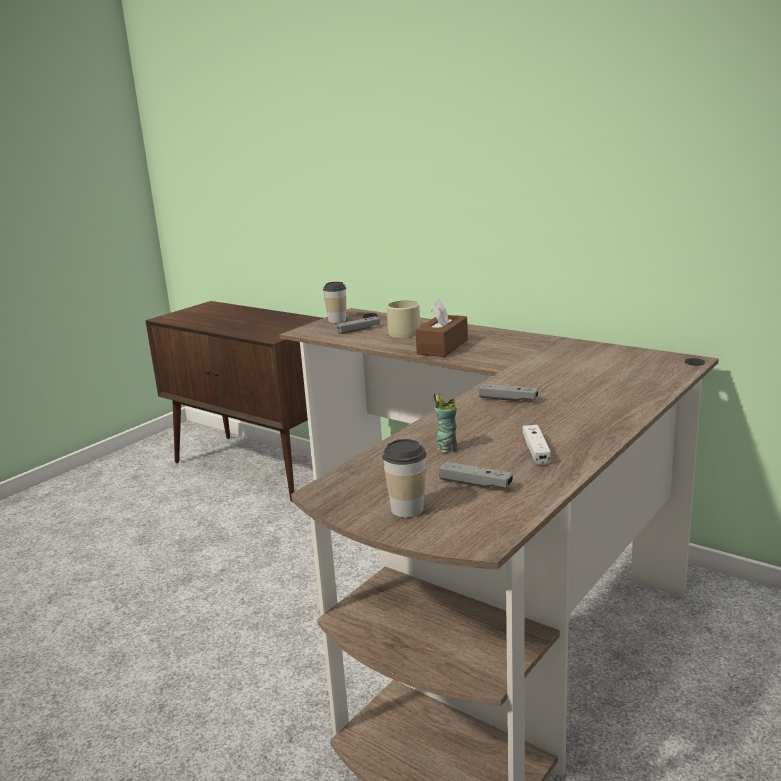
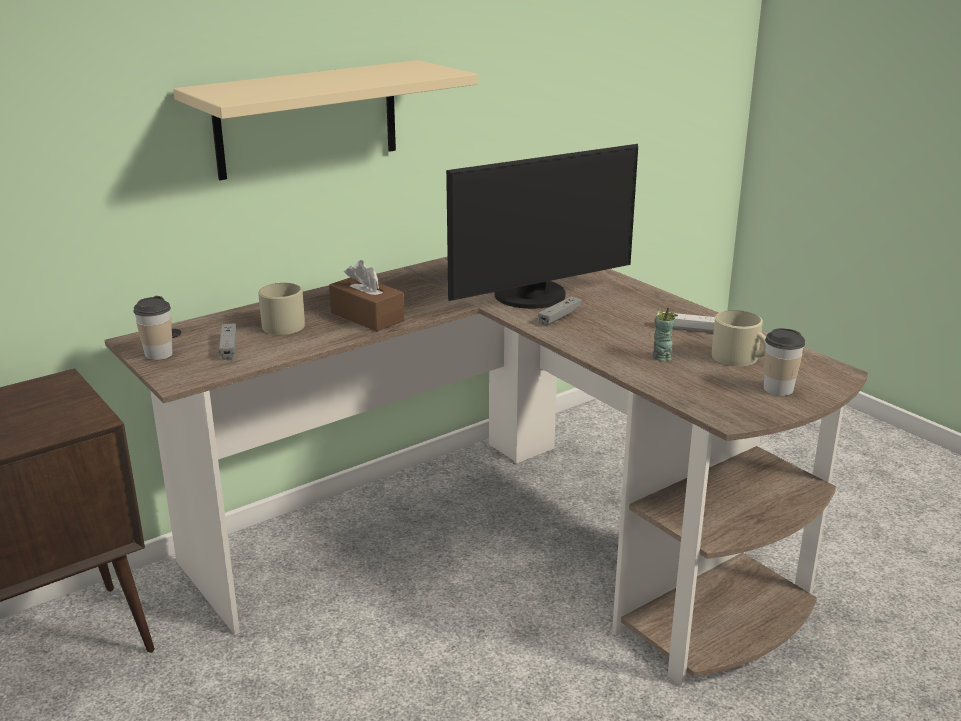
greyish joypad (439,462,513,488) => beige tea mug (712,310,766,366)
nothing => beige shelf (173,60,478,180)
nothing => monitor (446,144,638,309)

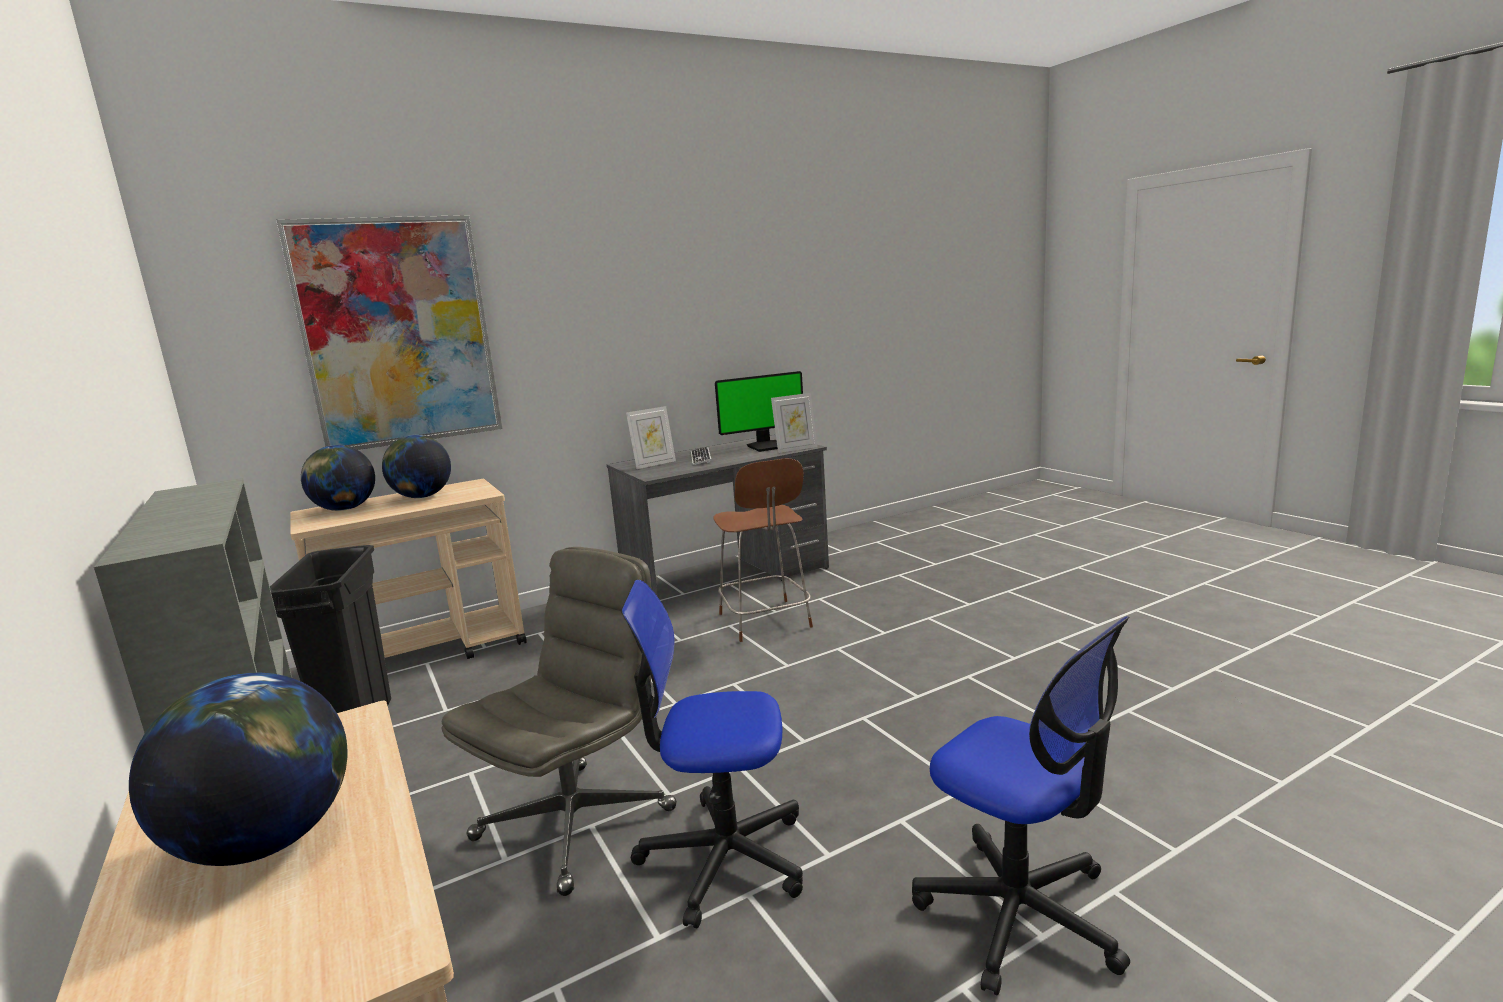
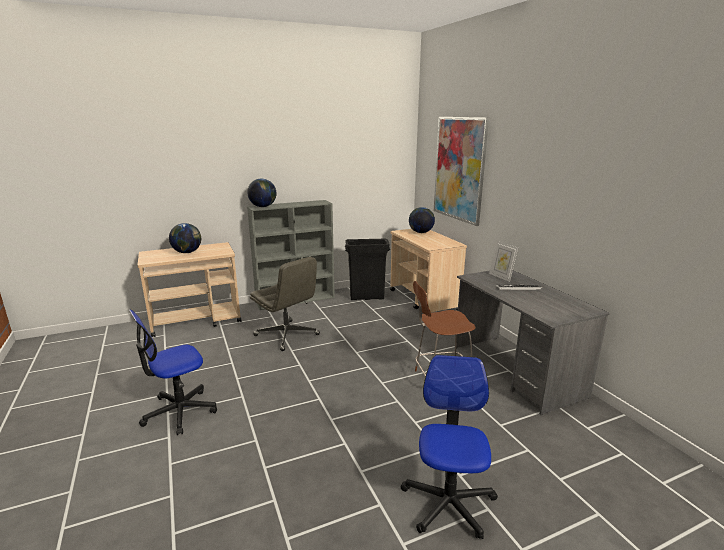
monitor (715,371,803,452) => nothing
standing frame (771,393,817,453) => nothing
world globe (382,435,451,498) => world globe (247,179,276,207), relocated
desk chair (621,580,803,929) => desk chair (401,355,498,539), relocated

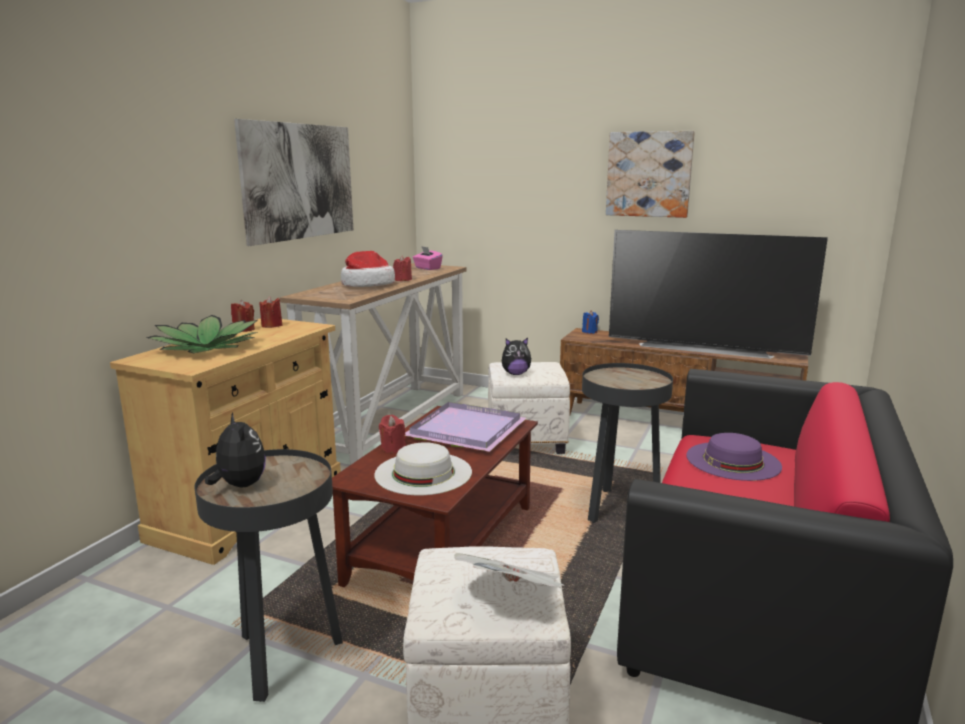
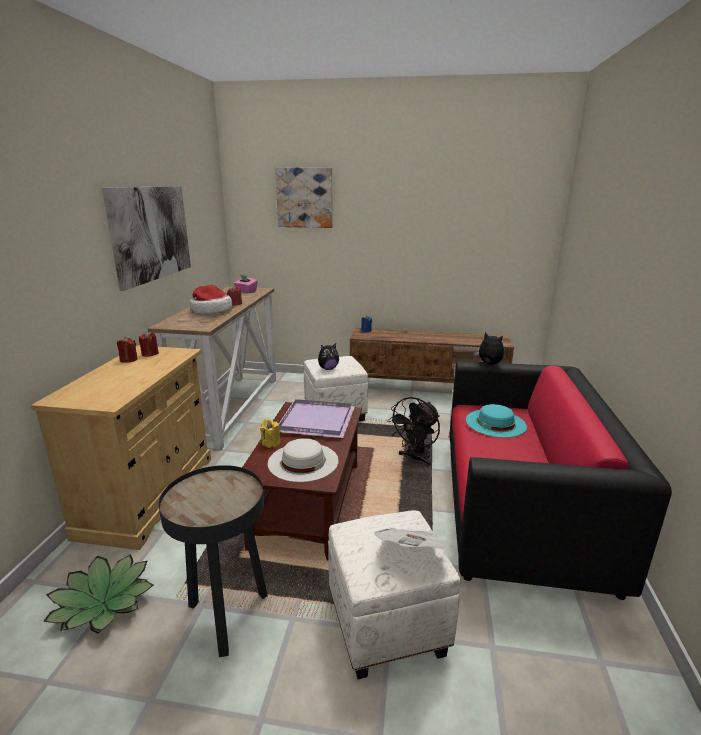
picture (606,131,695,218) => picture (275,168,333,228), relocated
TV set (609,230,828,359) => nothing
plant in a pot (146,315,258,353) => plant in a pot (43,554,153,634), relocated
black end table (582,363,673,523) => black cooling fan (387,397,440,466)
soft toy (205,413,266,487) => soft toy (474,332,504,365), relocated
reddish candle (379,415,406,453) => yellow-coloured candle (260,419,280,448)
purplish clothing hat (686,433,782,481) => blue-green clothing hat (466,404,527,438)

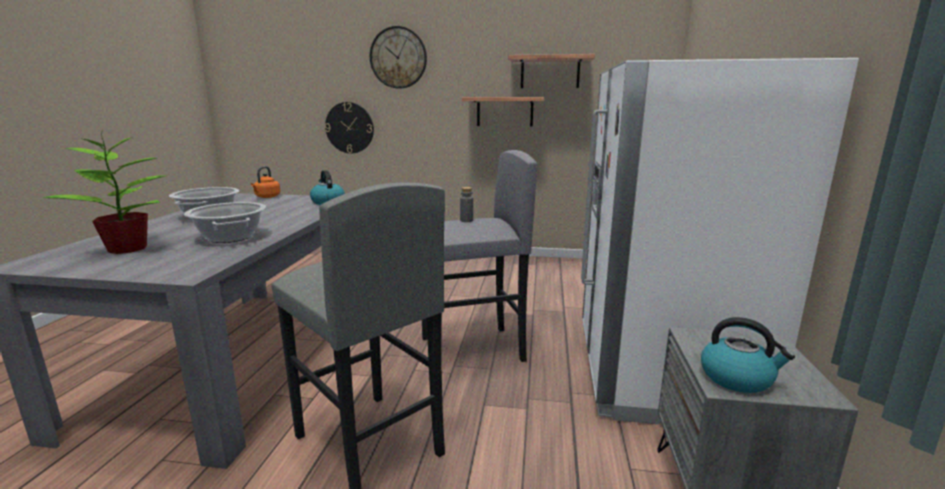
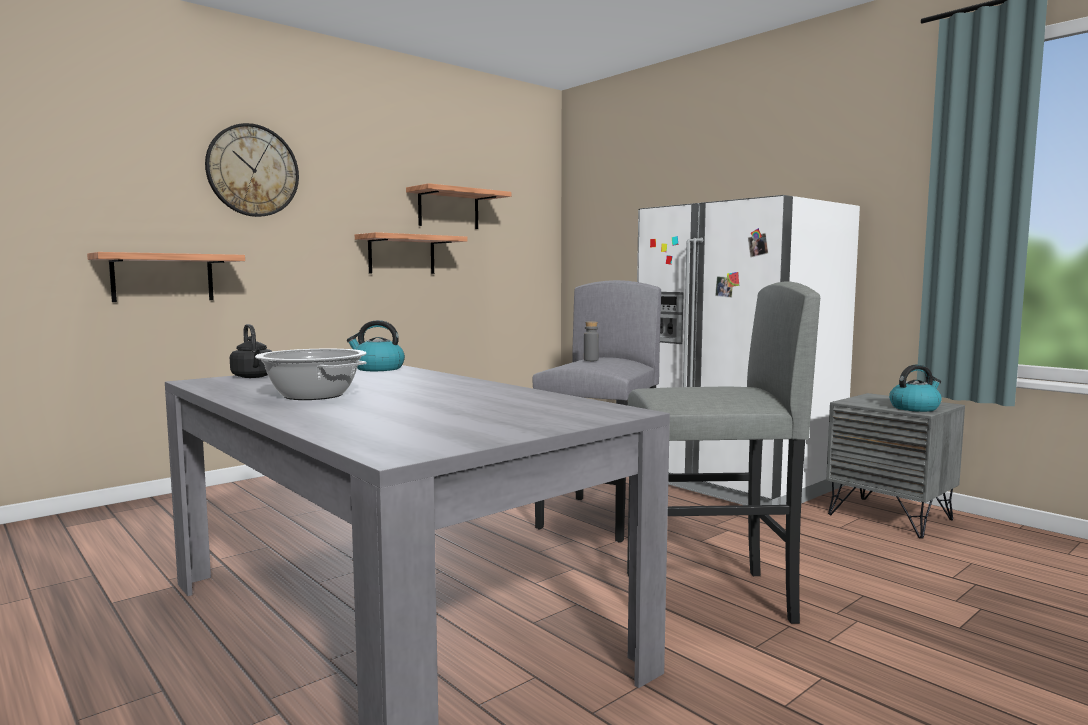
hanging clock (325,102,374,153) => shelf (87,252,245,302)
plant in a pot (43,133,167,254) => nothing
orange tea kettle (251,166,280,198) => black tea kettle (230,324,273,378)
stockpot (184,202,266,243) => nothing

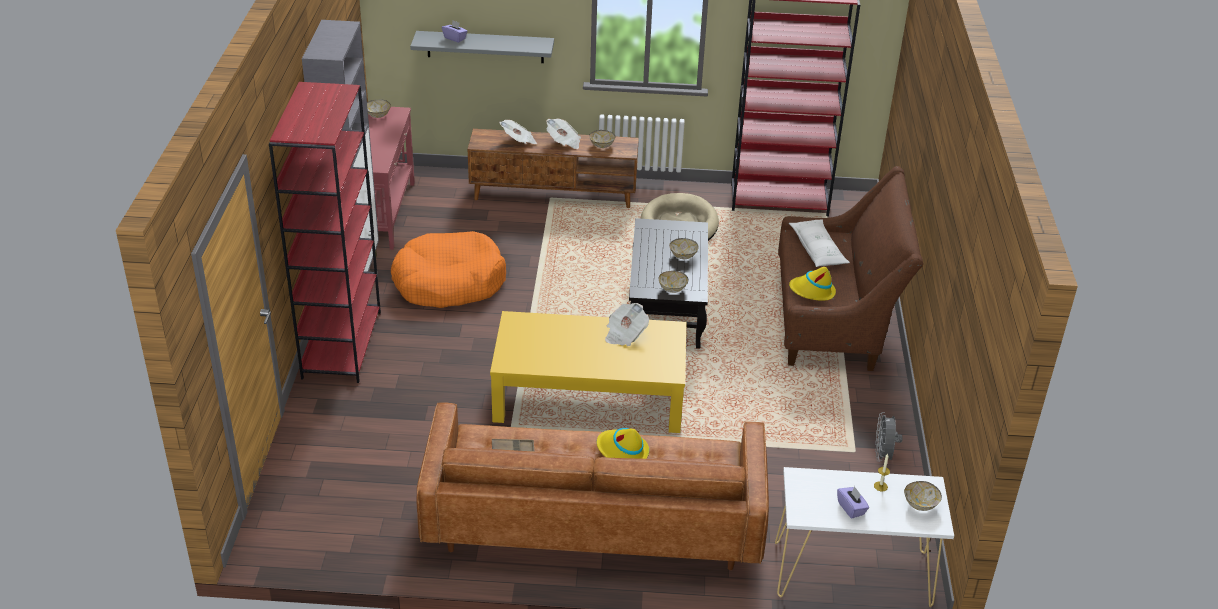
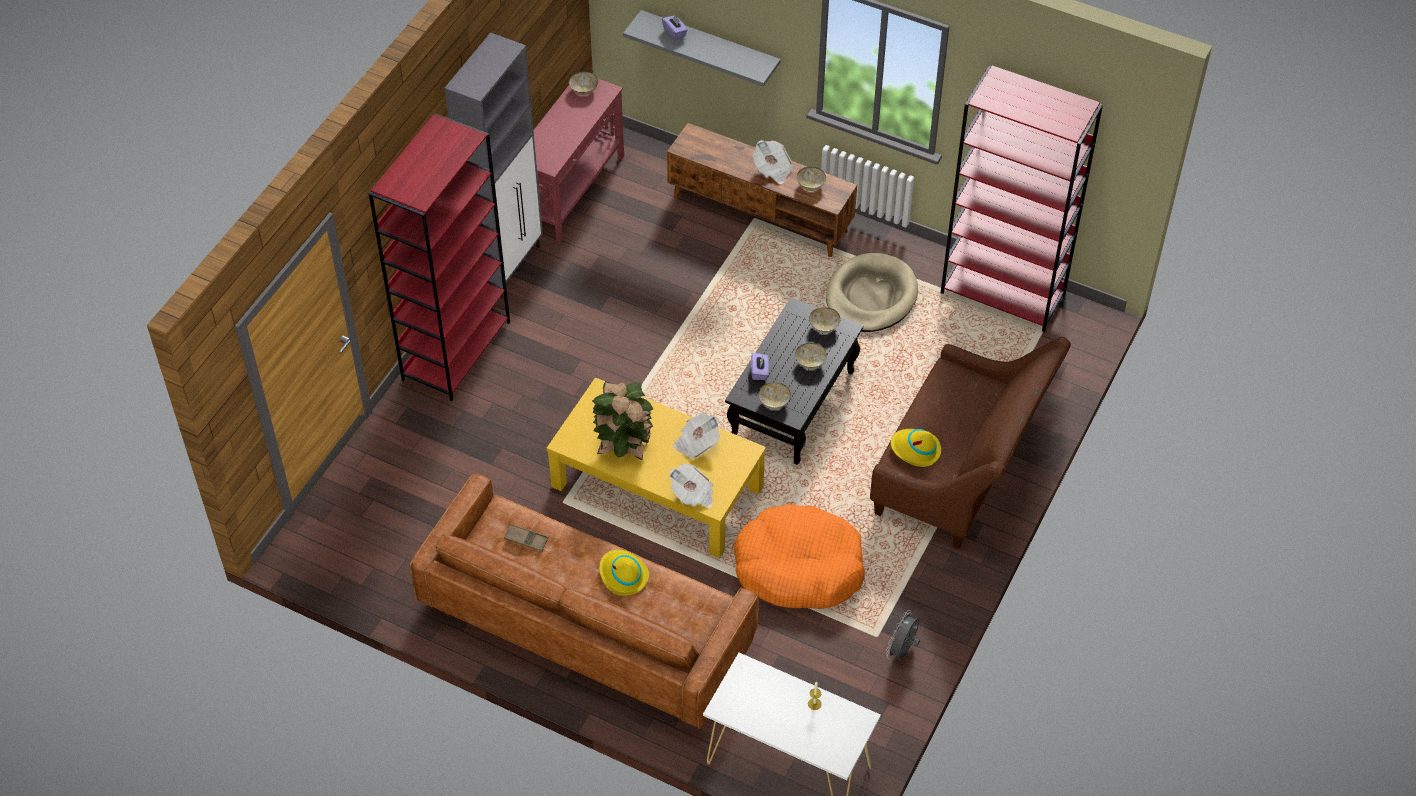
daily paper (499,120,537,144) => daily paper (669,464,713,508), relocated
whitish pillow (789,219,850,267) => nothing
orange pet bed (391,231,506,308) => orange pet bed (733,504,865,609), relocated
bowl (904,481,942,511) => bowl (809,307,840,333), relocated
purplish tissue box (837,486,869,519) => purplish tissue box (751,353,769,380), relocated
nothing => plant in a pot (592,381,653,460)

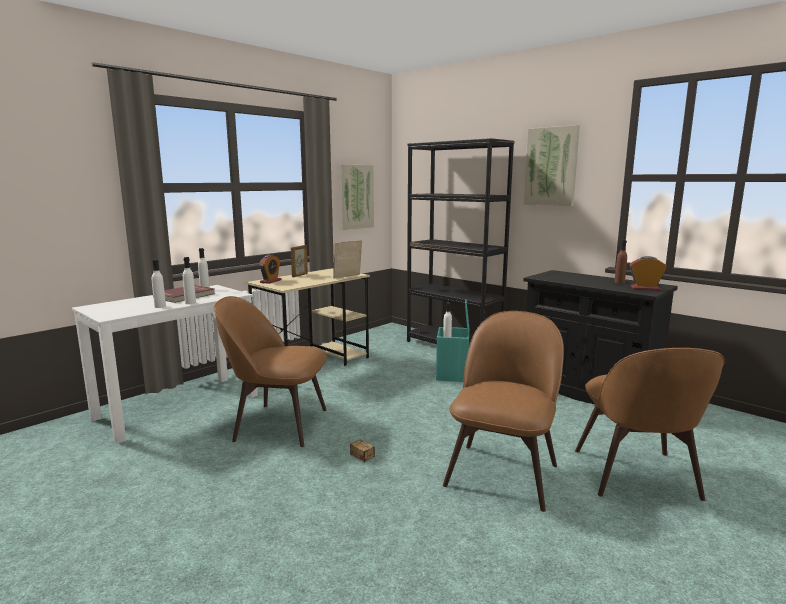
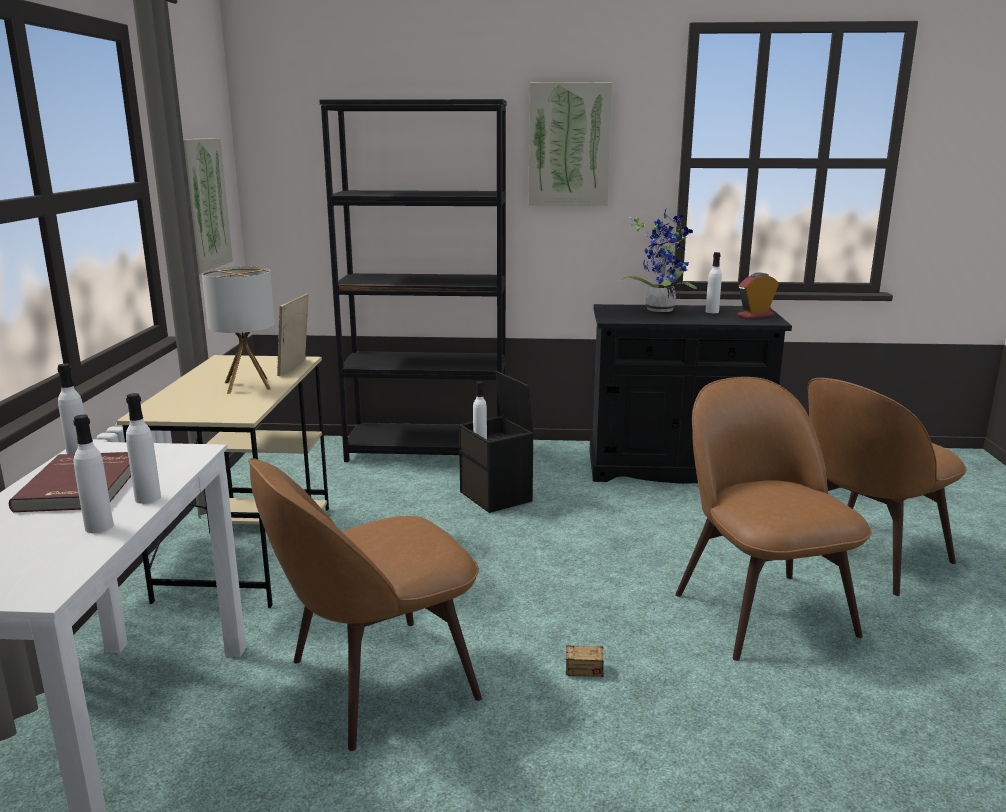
brownish bottle (614,240,627,284) => whitish bottle (706,252,722,313)
standing frame (291,245,308,277) => nothing
alarm clock (259,255,282,284) => nothing
blue-green storage box (436,300,469,382) => black storage box (459,371,534,513)
brownish chair (575,348,725,501) => brownish chair (807,378,967,596), 90 degrees clockwise
nothing => plant in a pot (618,210,697,312)
nothing => table lamp (202,267,275,394)

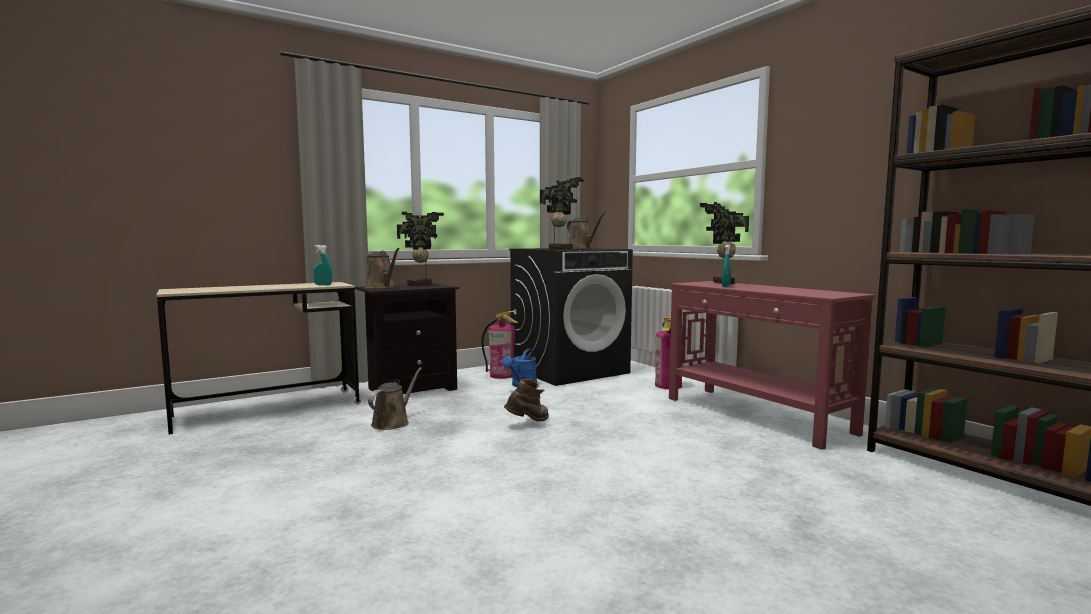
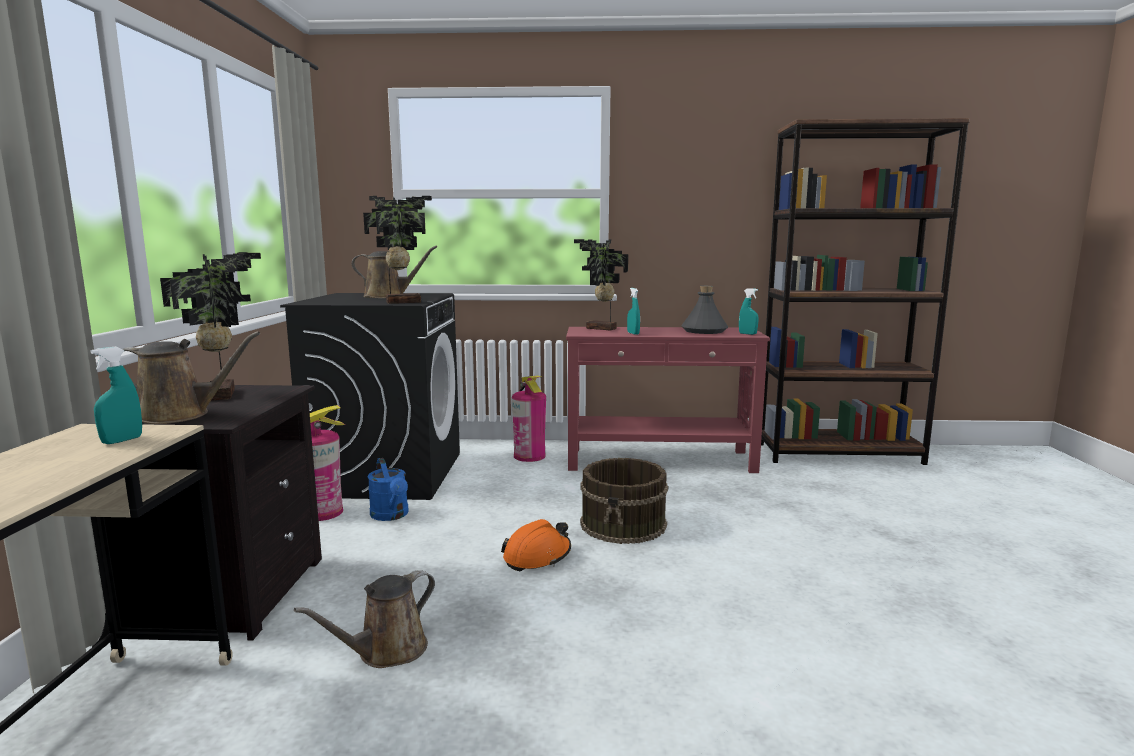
brownish watering pot (368,367,422,430) => brownish watering pot (294,570,435,668), 105 degrees counterclockwise
brownish boot (504,379,549,422) => orange hard hat (501,519,571,571)
nothing => greyish bottle (681,286,728,334)
nothing => blue-green spray bottle (739,288,759,335)
nothing => brownish pail (580,458,668,544)

